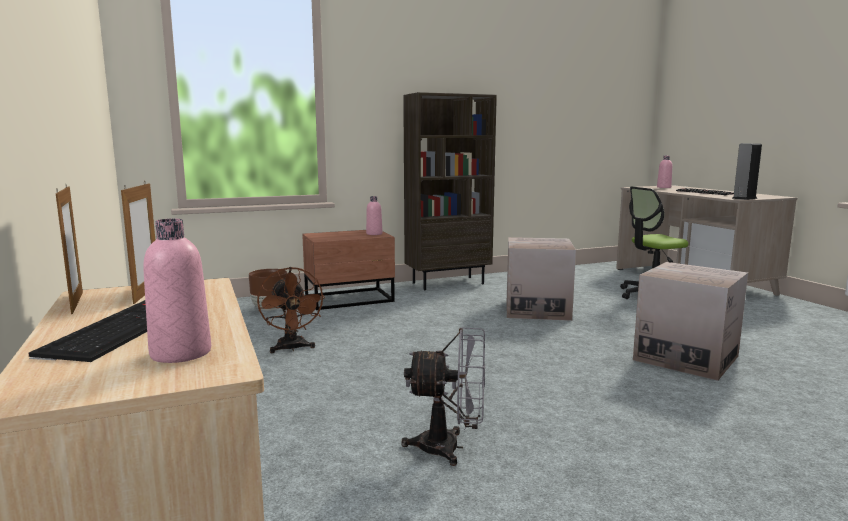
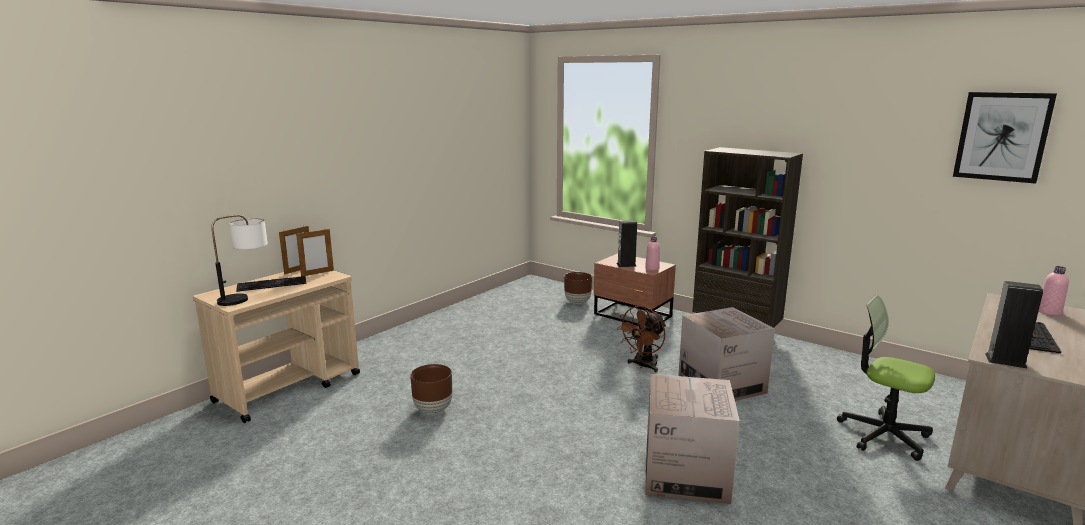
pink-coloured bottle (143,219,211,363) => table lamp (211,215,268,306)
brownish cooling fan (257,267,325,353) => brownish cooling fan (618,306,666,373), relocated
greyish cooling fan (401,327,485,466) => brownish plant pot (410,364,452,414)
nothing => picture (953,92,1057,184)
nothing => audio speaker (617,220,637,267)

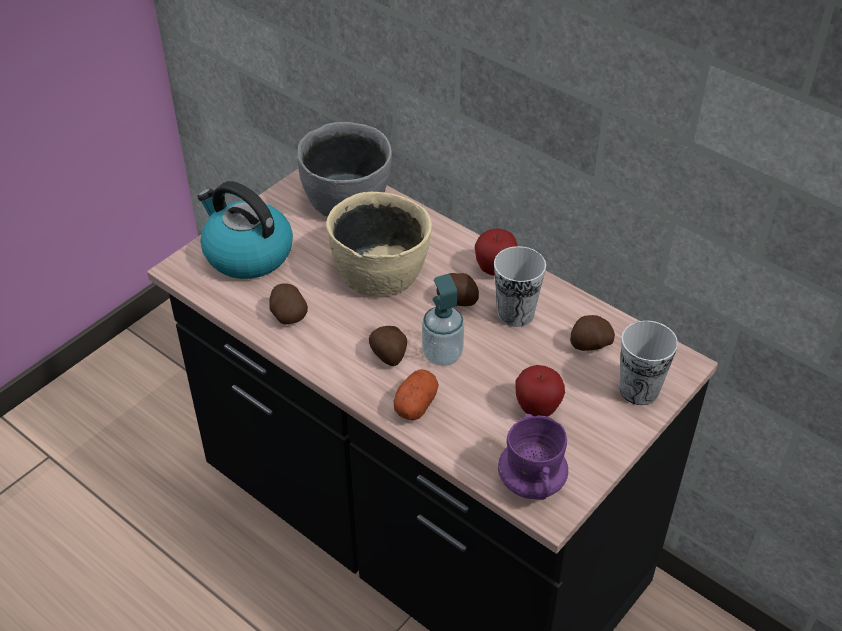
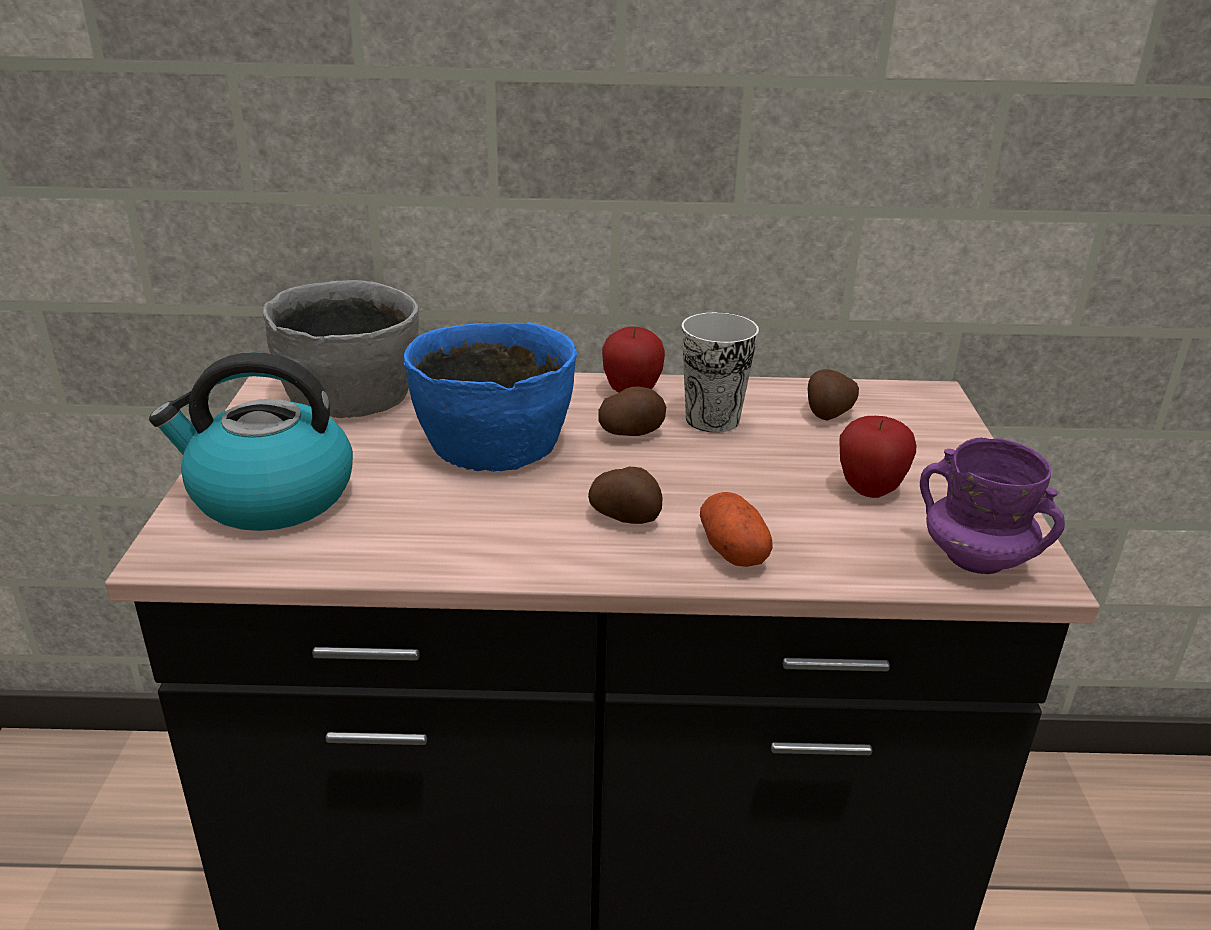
beige bowl (327,192,432,296) => bluish bowl (404,322,577,472)
soap dispenser (422,274,464,366) => nothing
spud (269,284,308,325) => nothing
small cup (620,320,678,405) => nothing

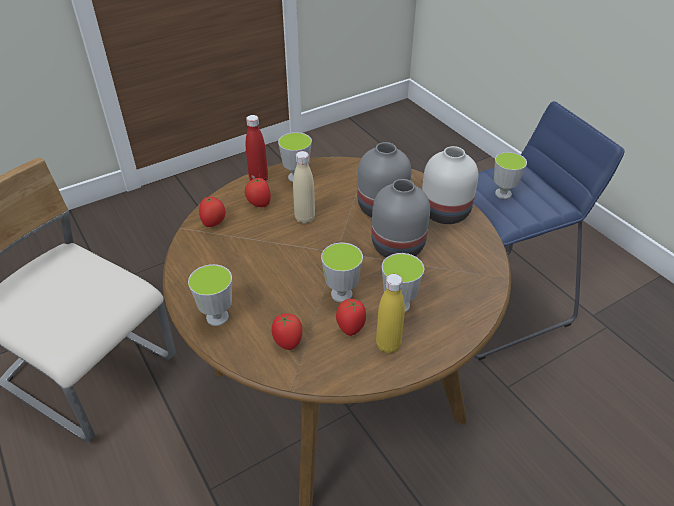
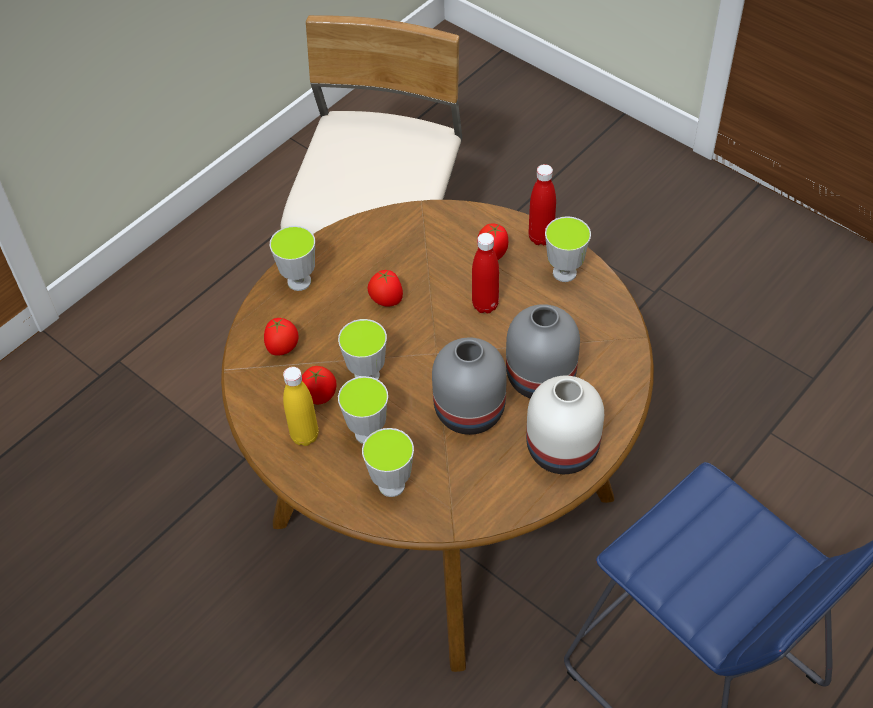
beige bottle (293,151,315,224) => reddish bottle (472,233,499,314)
small cup (494,152,527,199) => small cup (362,428,414,497), relocated
fresh tomato (199,196,226,227) => fresh tomato (367,270,403,307), relocated

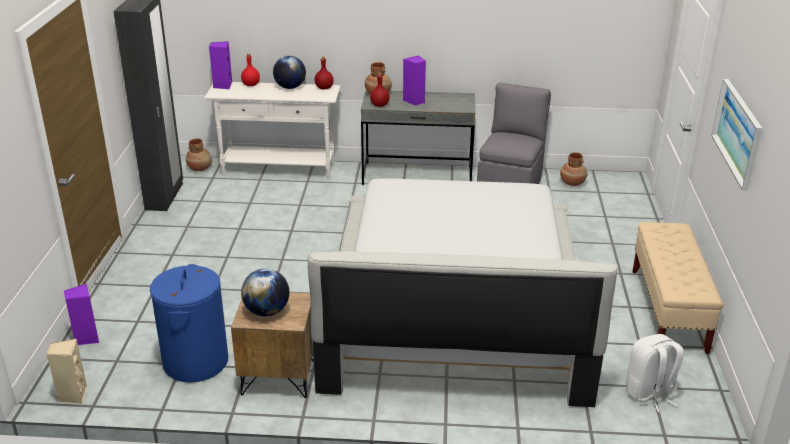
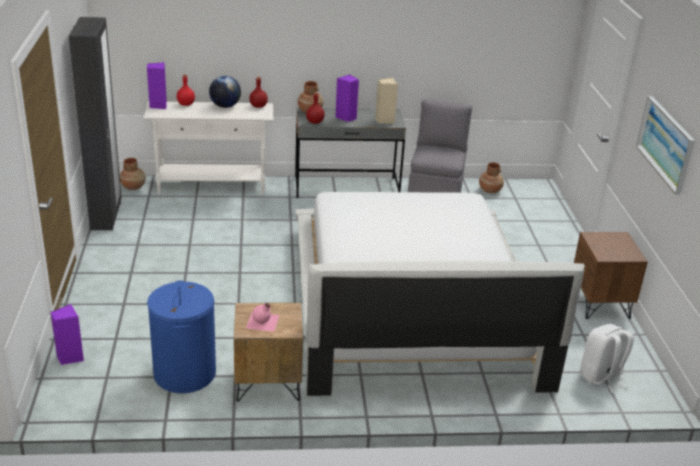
beige bench (632,222,723,354) => brownish night table (574,232,648,319)
world globe (241,268,289,316) => pink-coloured bottle (246,303,280,332)
beige audio speaker (47,339,87,404) => beige audio speaker (375,78,398,124), relocated

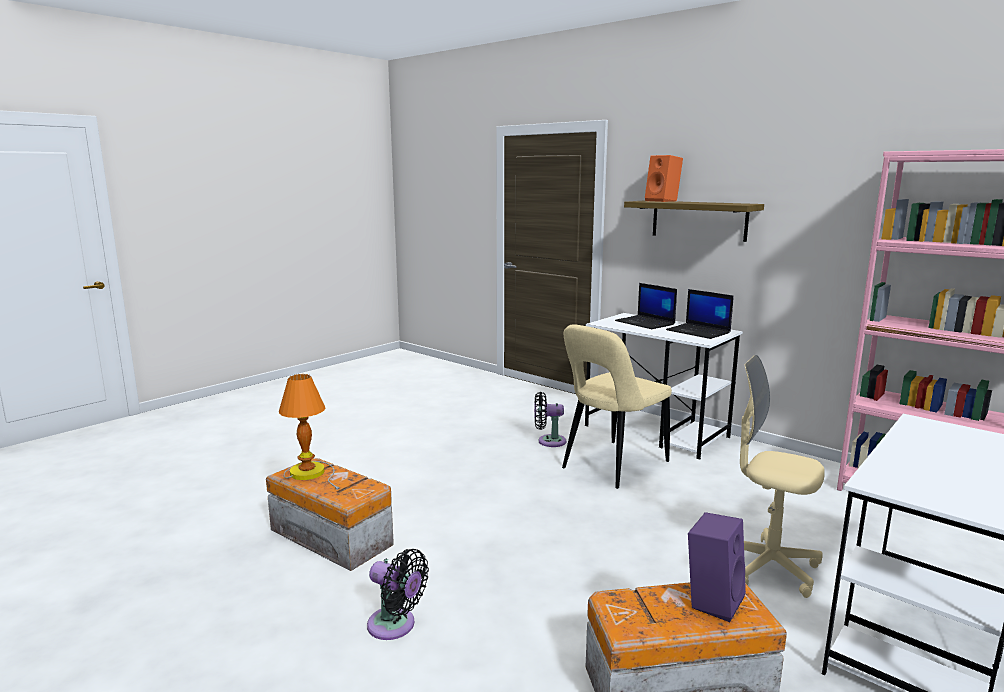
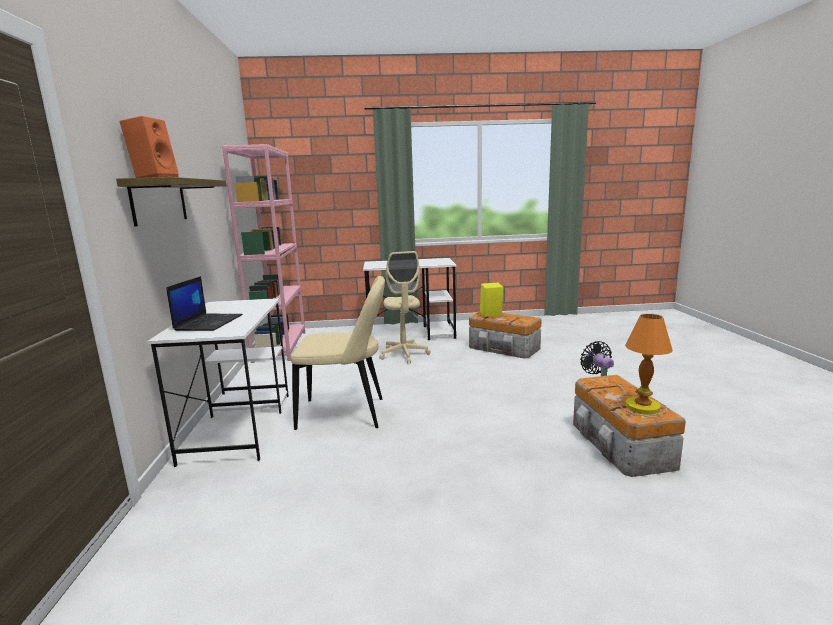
portable computer (666,289,734,339) => nothing
black cooling fan (534,392,566,447) => nothing
purplish audio speaker (688,512,746,622) => yellow-coloured audio speaker (480,282,503,317)

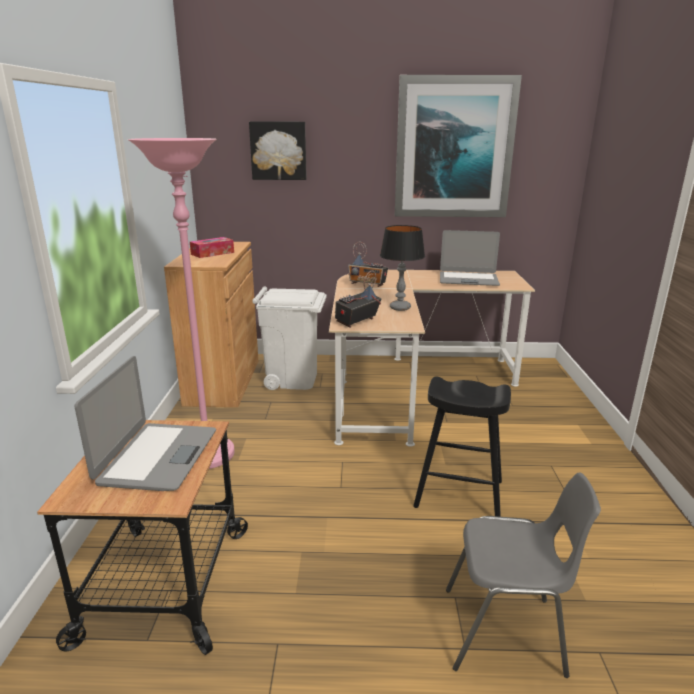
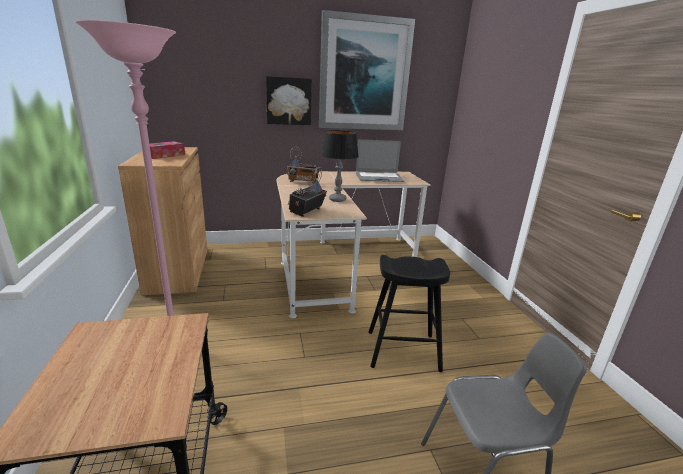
picture (249,121,307,180) => picture (266,76,312,125), relocated
whitish rubbish bin (253,286,327,390) => nothing
portable computer (75,356,216,491) => nothing

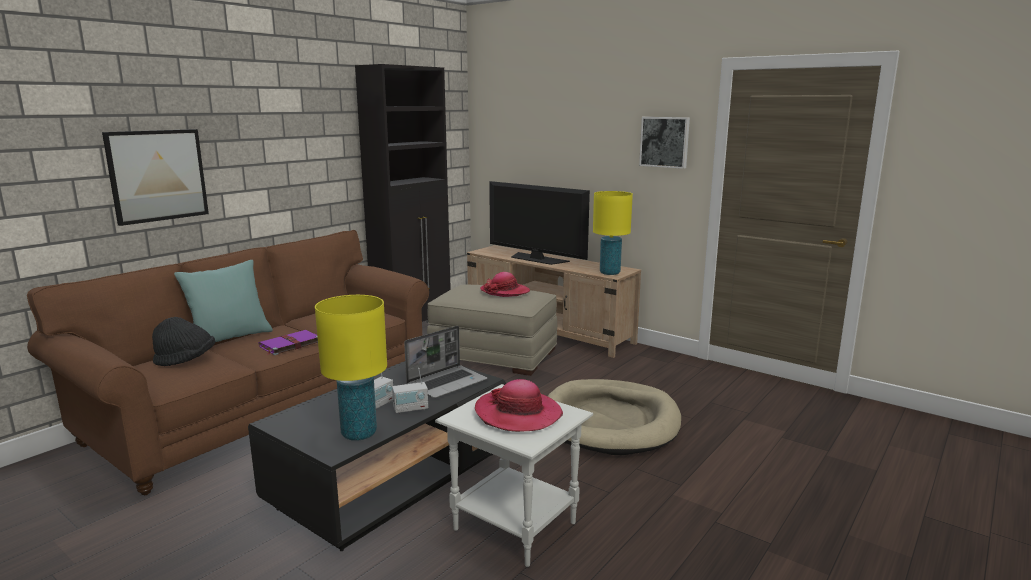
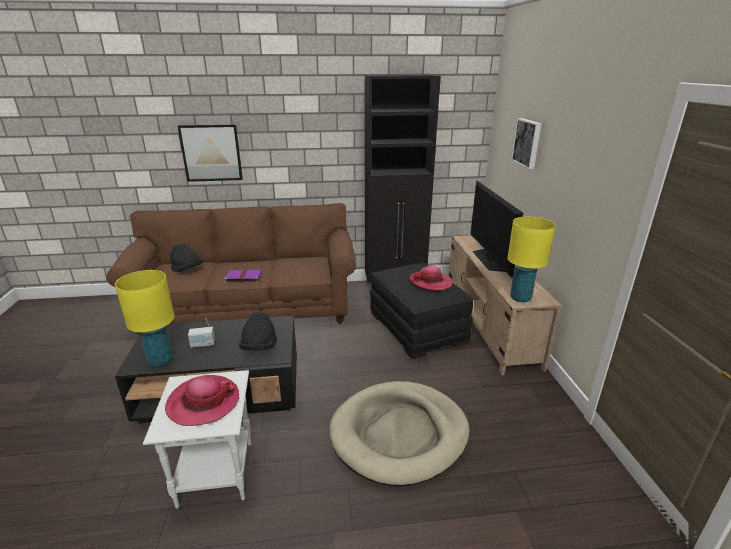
picture (639,117,690,169) => picture (511,118,542,169), relocated
blue-green pillow (174,260,273,342) => nothing
beige ottoman (427,284,557,376) => black ottoman (370,263,473,359)
portable computer (404,326,488,398) => black clothing hat (239,312,277,351)
radio receiver (392,368,428,414) => nothing

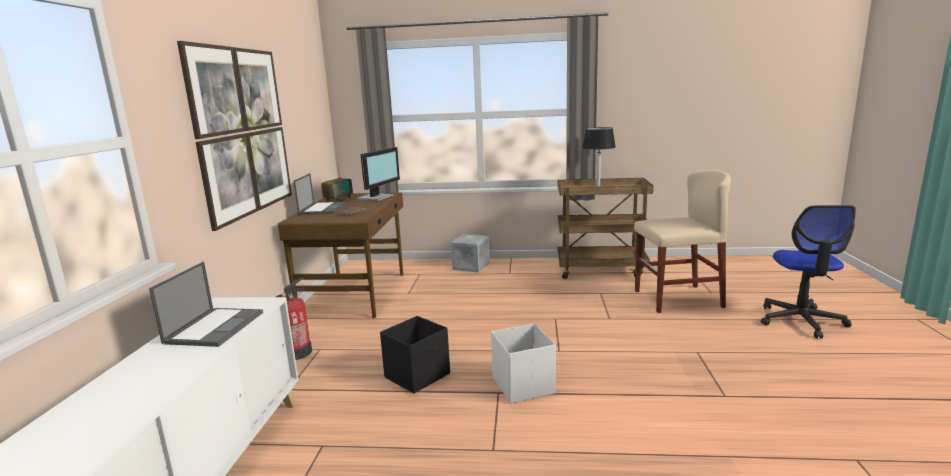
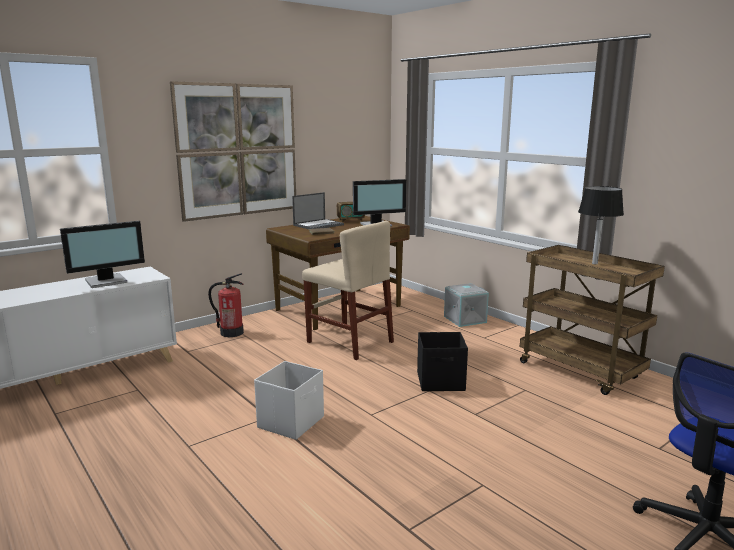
beige chair (634,170,731,313) => beige chair (302,221,394,360), relocated
portable computer (149,261,263,347) => monitor (60,221,145,288)
black storage box (380,316,450,393) => black storage box (417,332,468,391), relocated

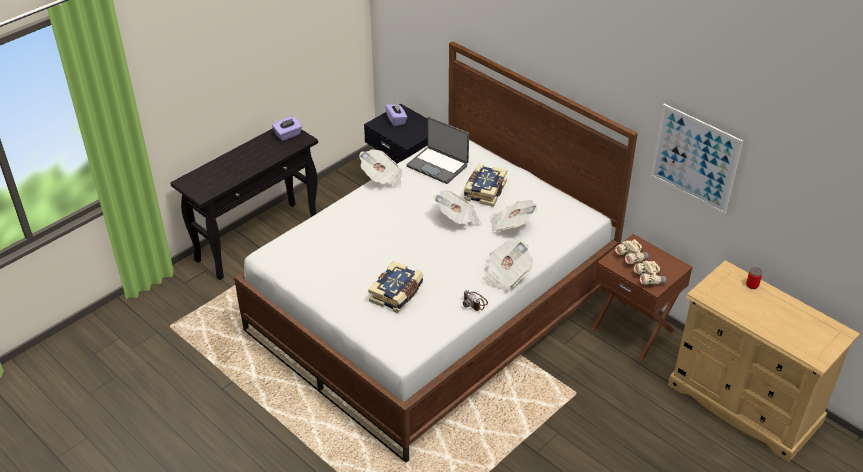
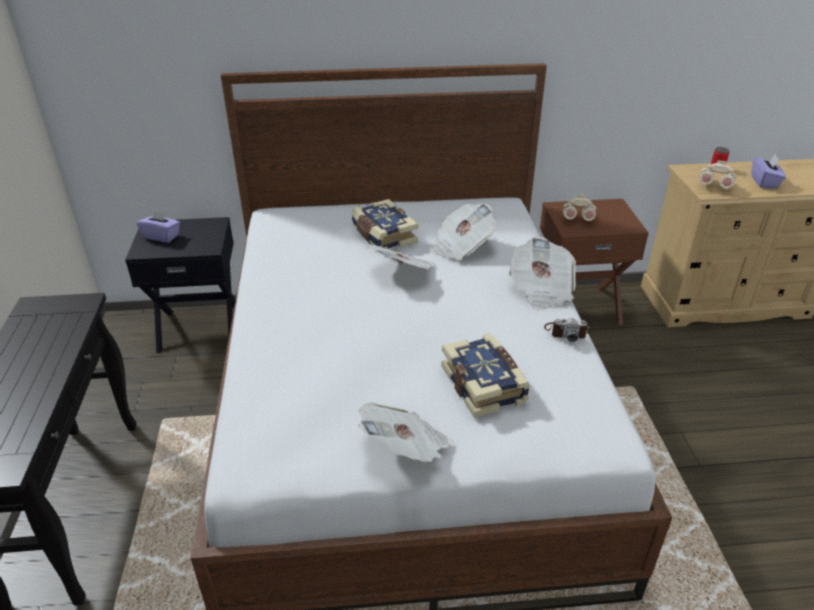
picture (651,104,743,214) => nothing
purplish tissue box (272,116,302,141) => purplish tissue box (751,155,786,188), relocated
portable computer (406,117,469,184) => nothing
daily paper (359,149,402,187) => daily paper (358,403,454,463), relocated
beige field glasses (634,260,666,285) => beige field glasses (699,160,737,189), relocated

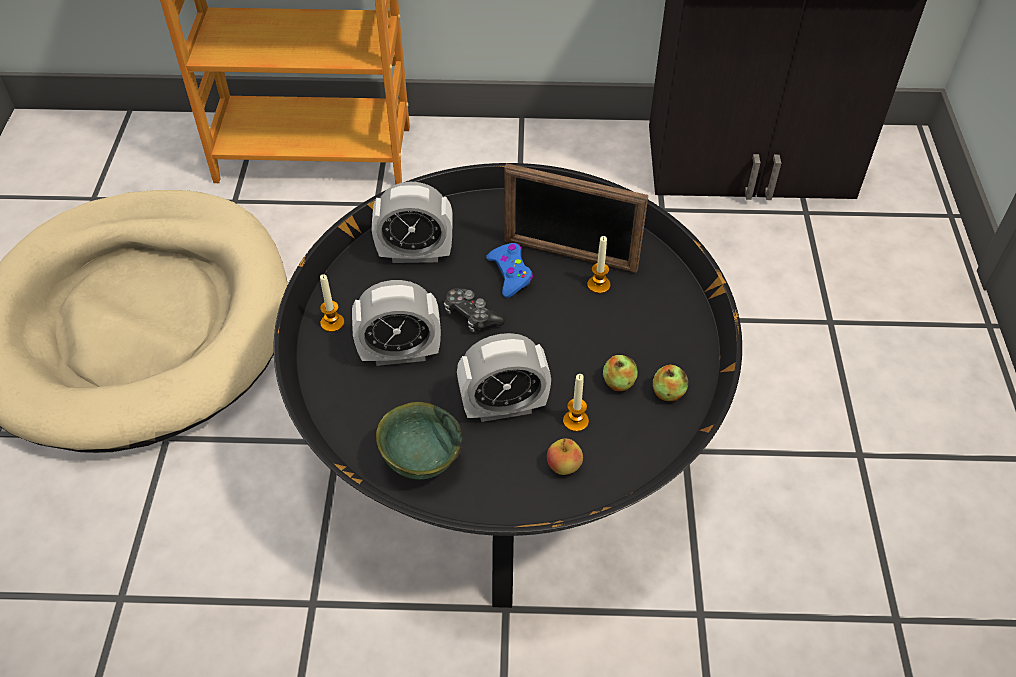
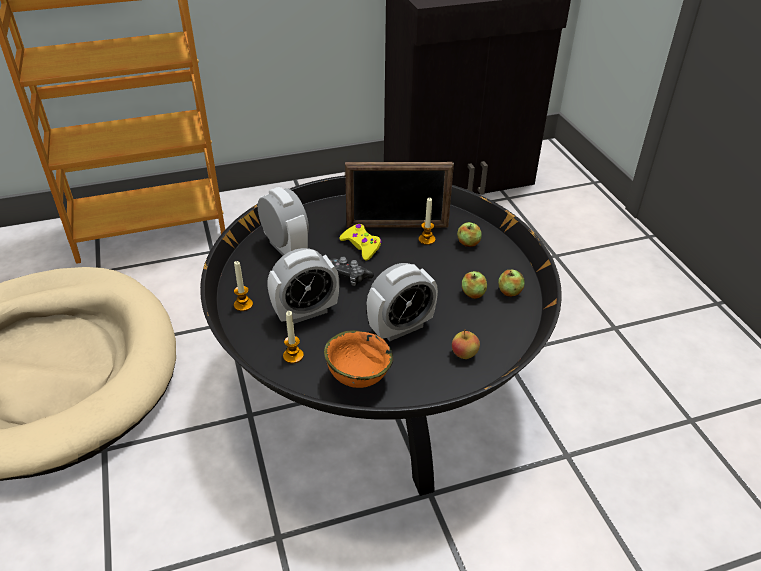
alarm clock (372,182,453,263) => alarm clock (258,187,309,256), 105 degrees counterclockwise
bluish joypad (486,243,533,298) => yellow-coloured joypad (339,224,382,261)
candle (563,374,589,432) => candle (283,311,304,363), relocated
green bowl (376,402,462,480) => orange bowl (324,330,394,388)
nothing => apple (457,222,482,247)

